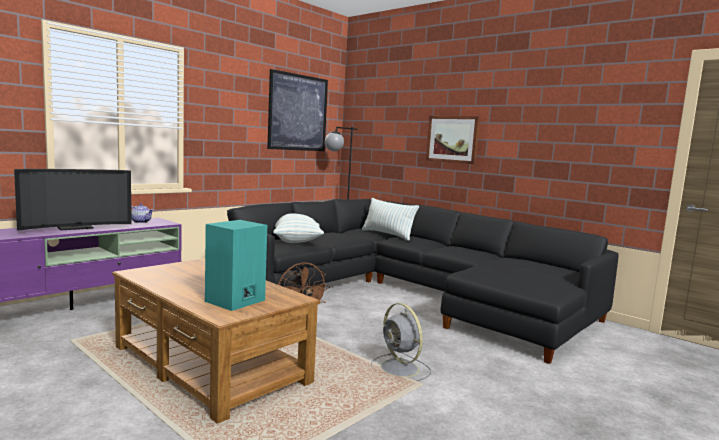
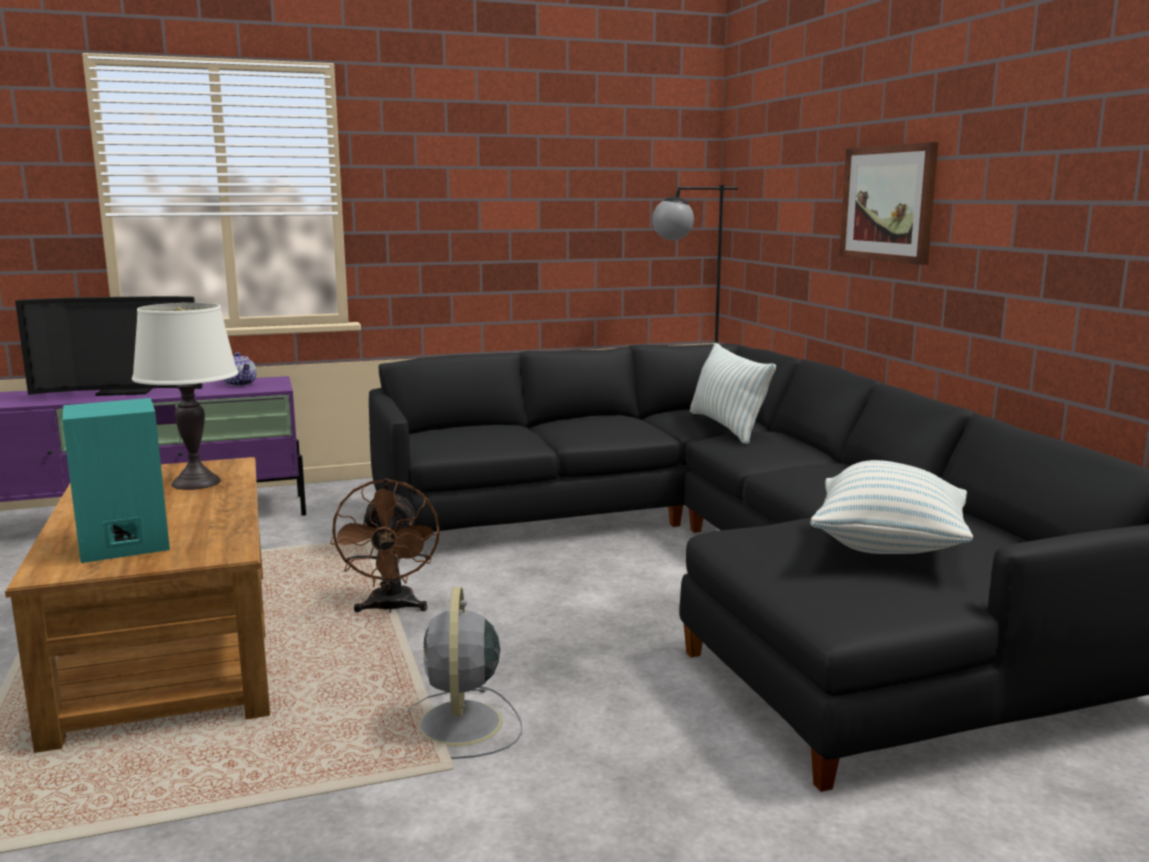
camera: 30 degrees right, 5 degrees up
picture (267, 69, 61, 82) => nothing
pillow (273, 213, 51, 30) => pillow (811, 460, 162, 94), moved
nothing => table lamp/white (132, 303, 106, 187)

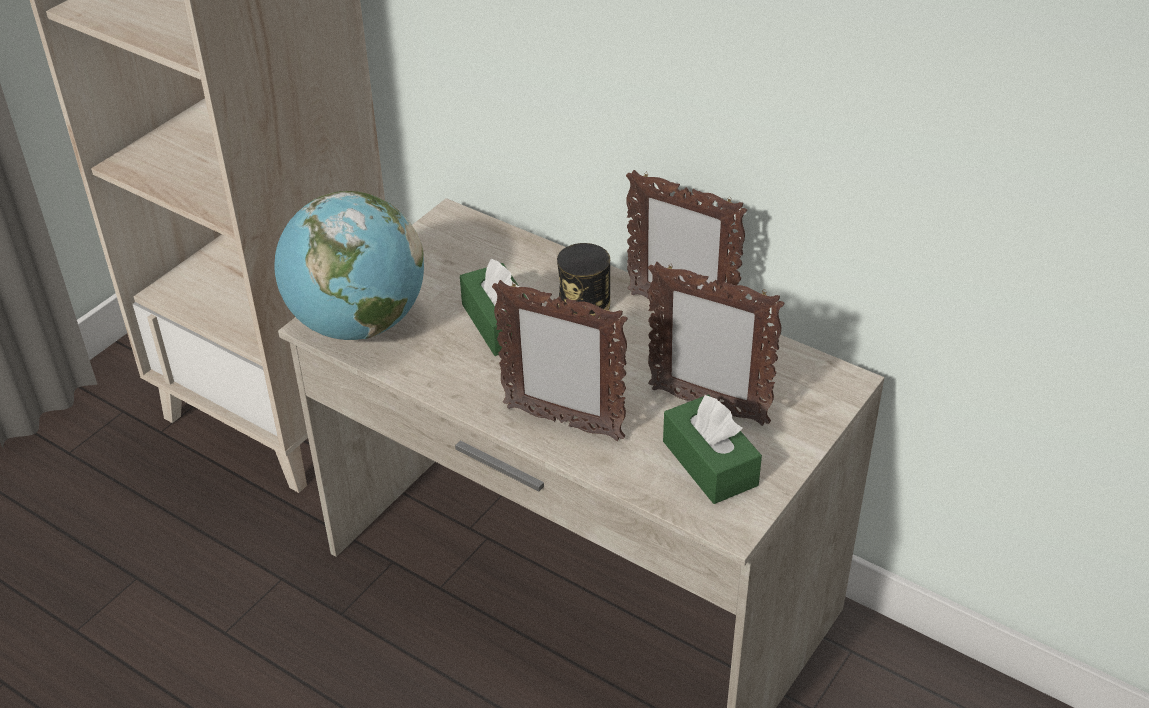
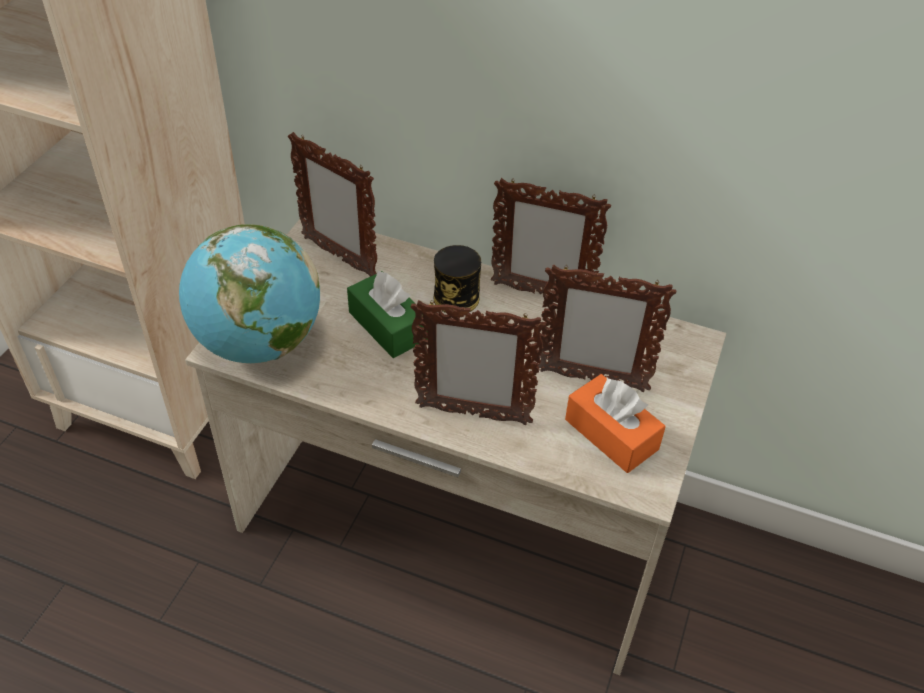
camera: 15 degrees left, 5 degrees up
tissue box/green (663, 395, 99, 109) => tissue box/orange (565, 374, 101, 99)
nothing => picture frame (288, 132, 89, 145)

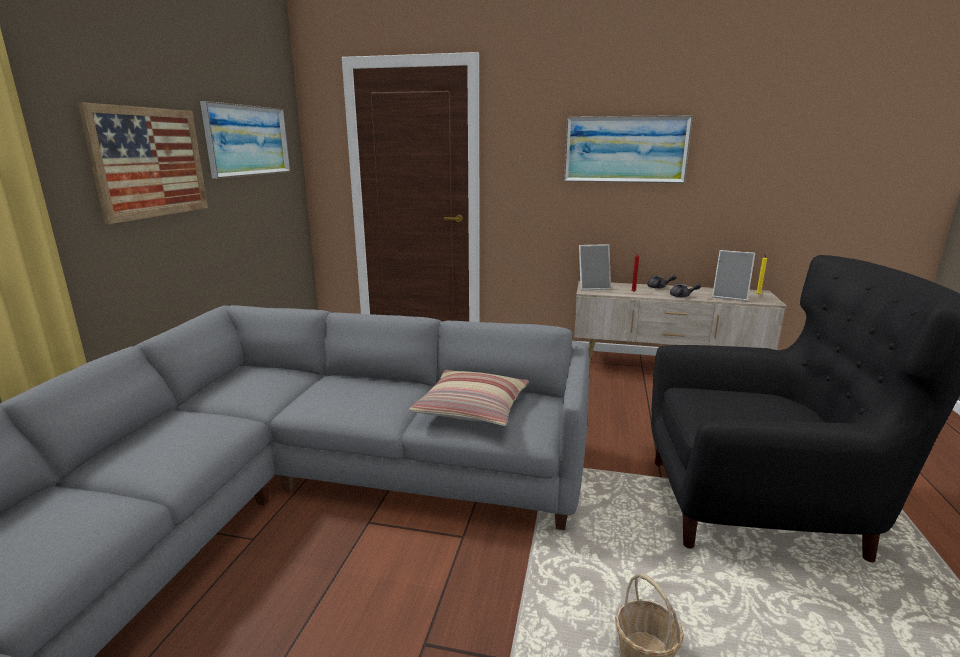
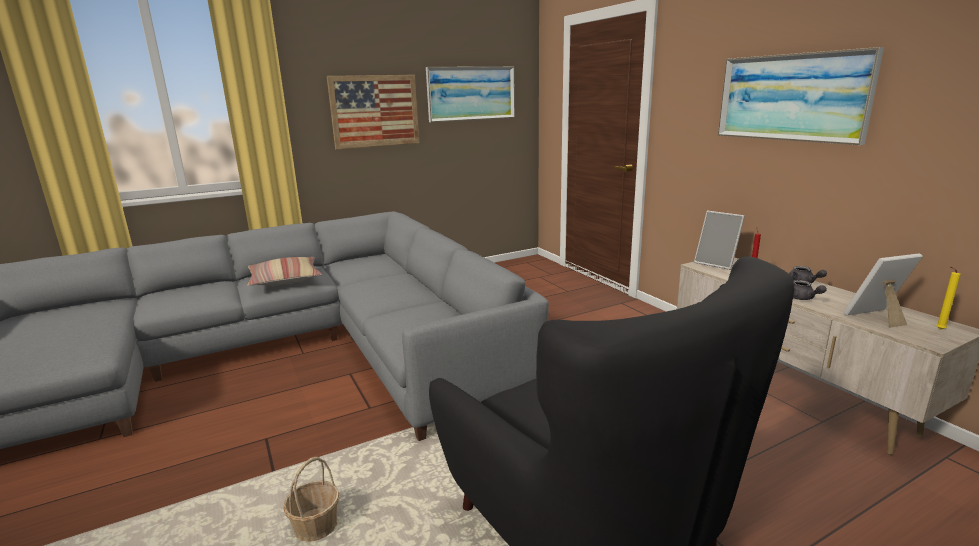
camera: 50 degrees right, 0 degrees up
picture frame (712, 250, 43, 51) => picture frame (843, 253, 80, 75), 90 degrees clockwise
pillow (409, 370, 120, 56) => pillow (248, 257, 74, 29), moved

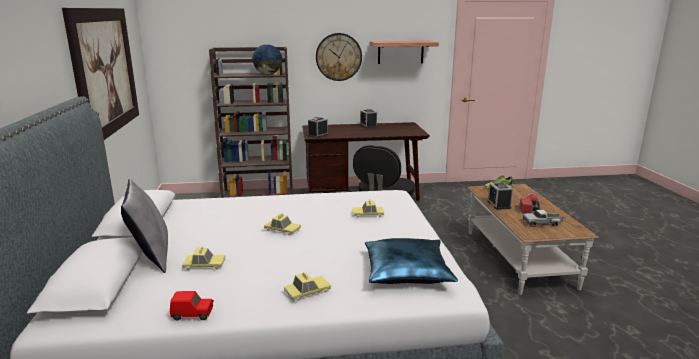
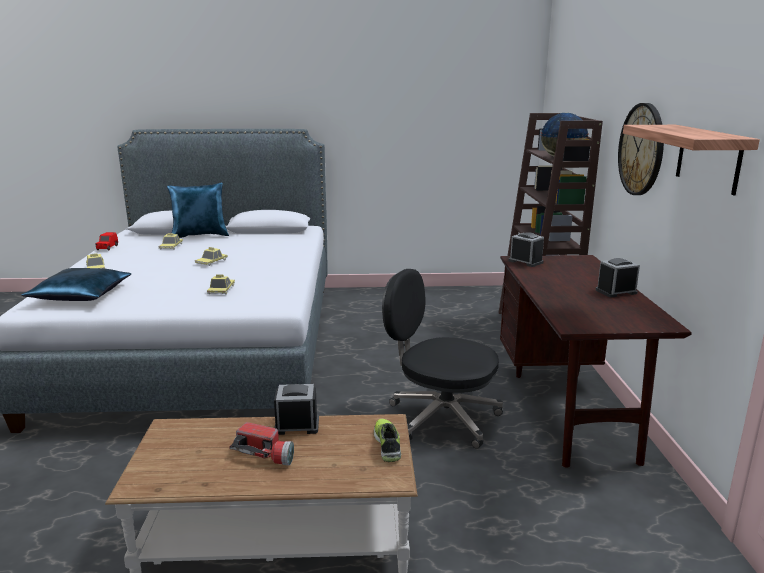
camera: 95 degrees right, 0 degrees up
picture (62, 8, 77, 132) => nothing
pillow/grey (121, 179, 47, 94) => pillow/blue (167, 182, 62, 56)
toy truck (523, 210, 40, 17) => nothing

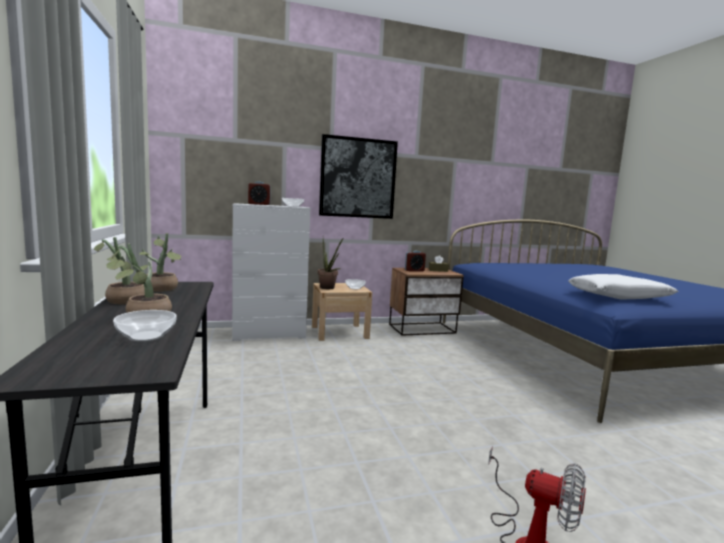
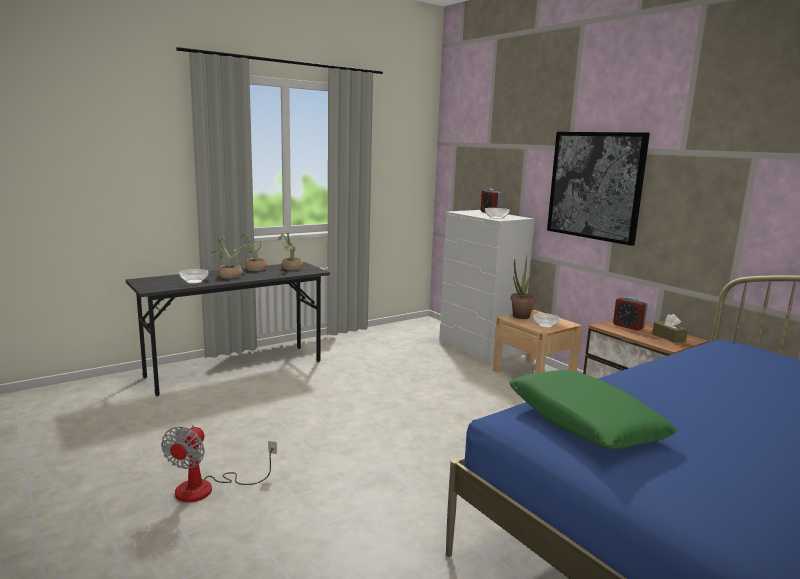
camera: 70 degrees right, 5 degrees up
pillow/white (568, 274, 111, 26) => pillow/green (509, 370, 168, 80)

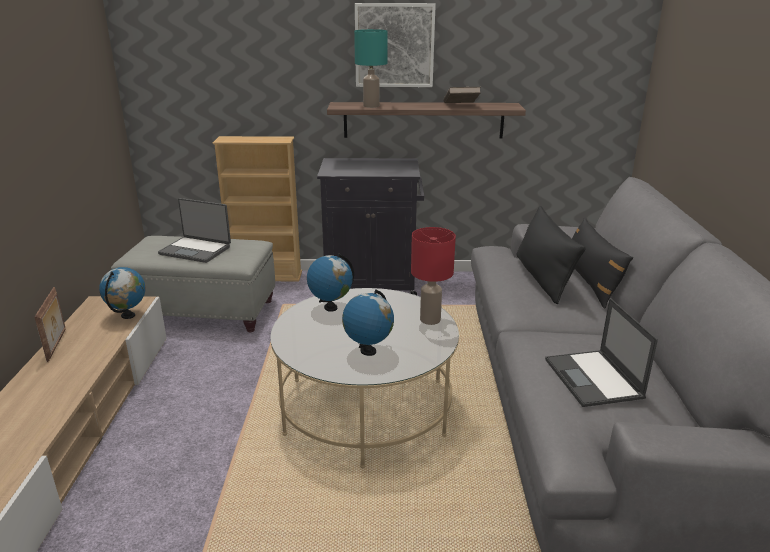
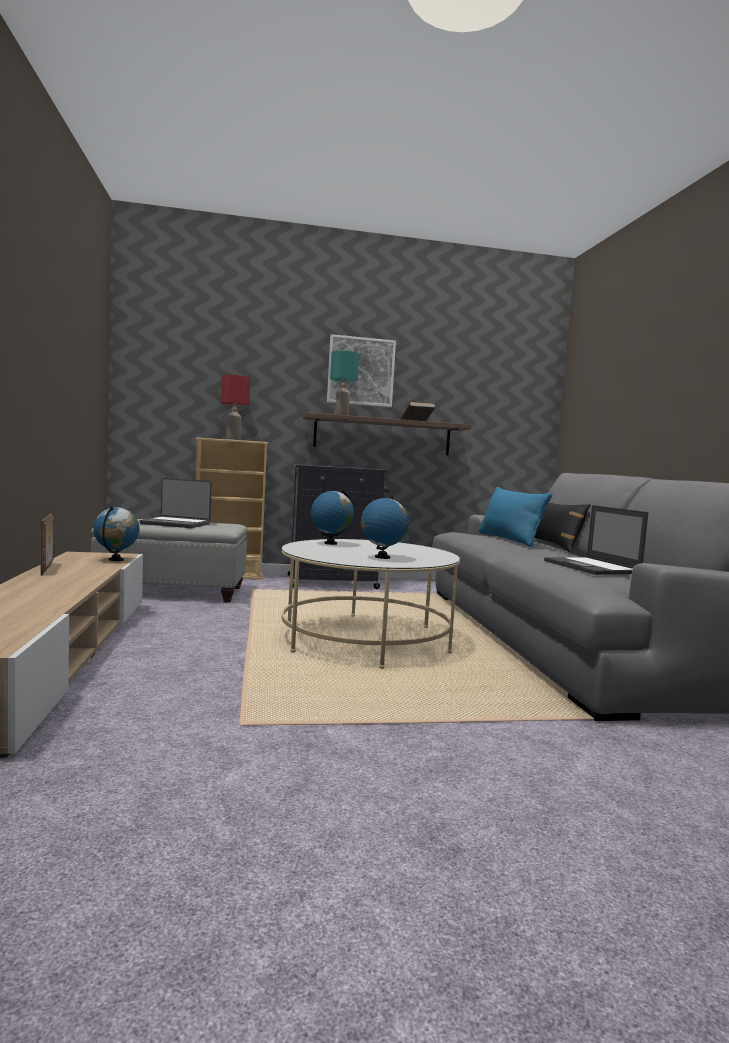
camera: 10 degrees left, 20 degrees down
pillow/black (516, 206, 70, 98) => pillow/blue (478, 487, 74, 60)
table lamp/red (411, 227, 45, 98) => table lamp/red (221, 375, 29, 65), moved

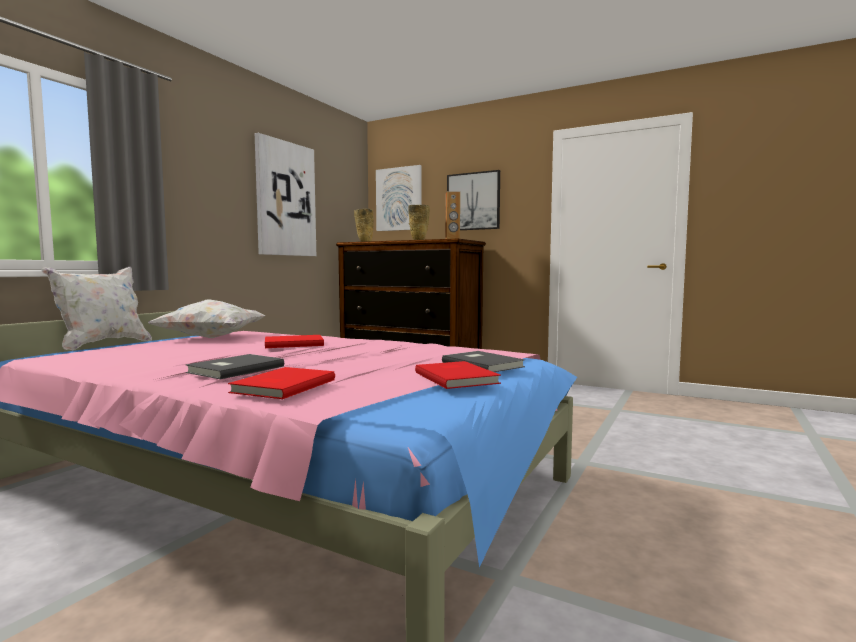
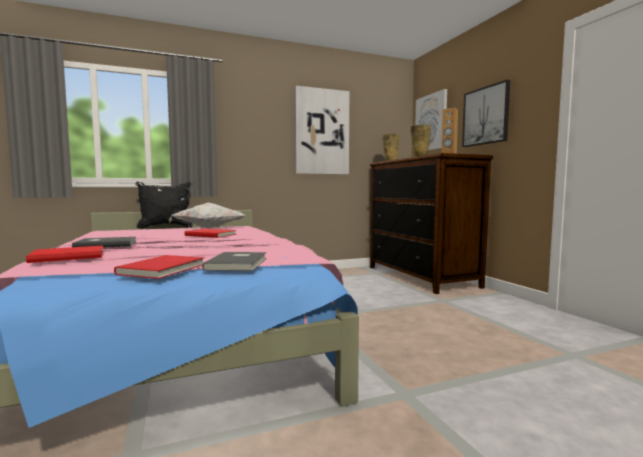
camera: 40 degrees right, 0 degrees up
pillow/white (41, 267, 111, 83) => pillow/black (135, 182, 58, 47)

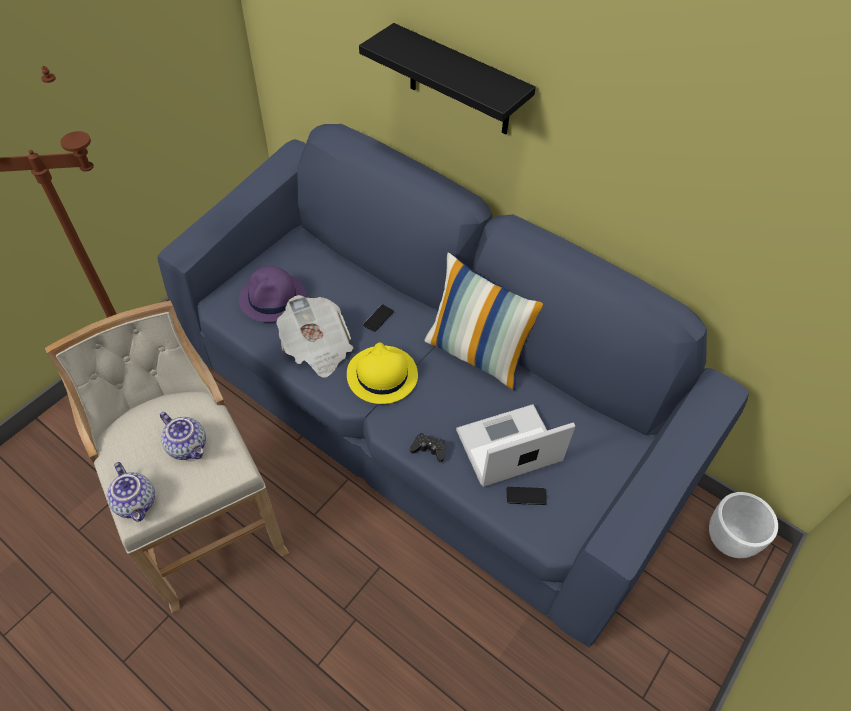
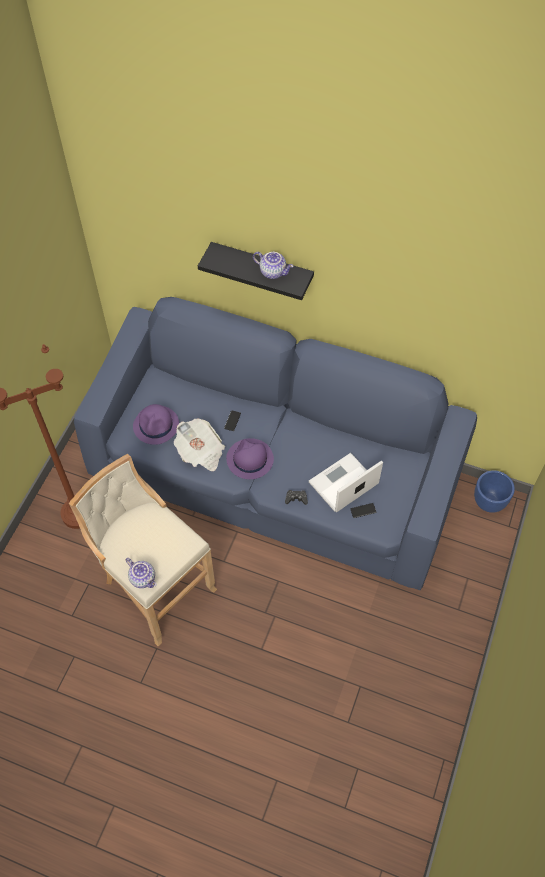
camera: 15 degrees left, 5 degrees up
pillow (424, 252, 119, 138) => nothing
hat/yellow (347, 342, 71, 62) => hat/purple (226, 438, 48, 41)
teapot (160, 412, 46, 48) => teapot (253, 252, 40, 27), moved
planter/white (709, 492, 69, 66) => planter/blue (474, 470, 41, 43)

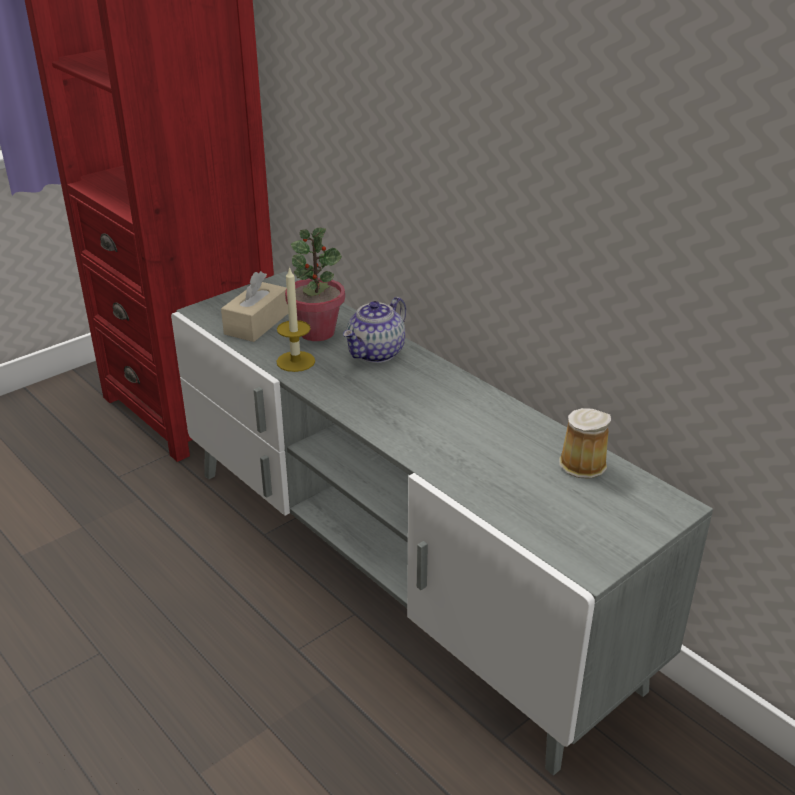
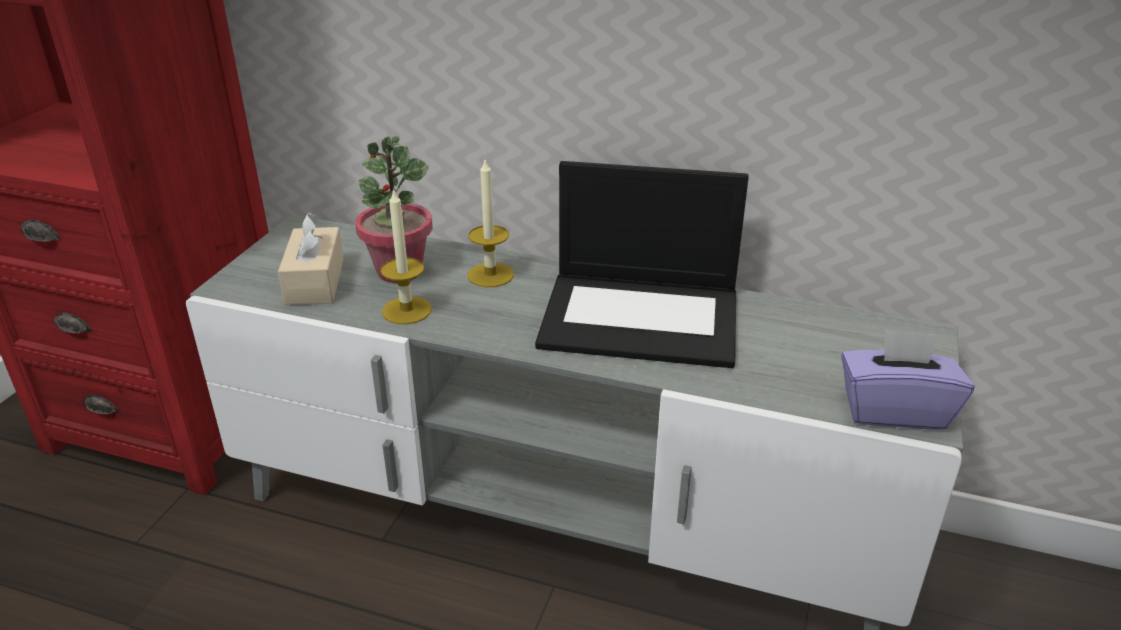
camera: 30 degrees left, 0 degrees up
teapot (343, 297, 63, 66) => candle (467, 160, 47, 127)
mug (559, 408, 52, 71) => nothing
nothing => laptop (535, 161, 214, 207)
nothing => tissue box/purple (841, 329, 134, 101)

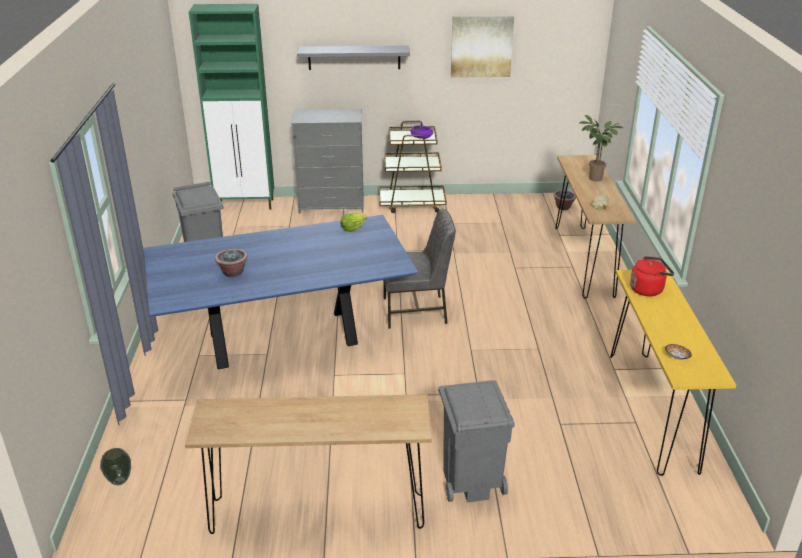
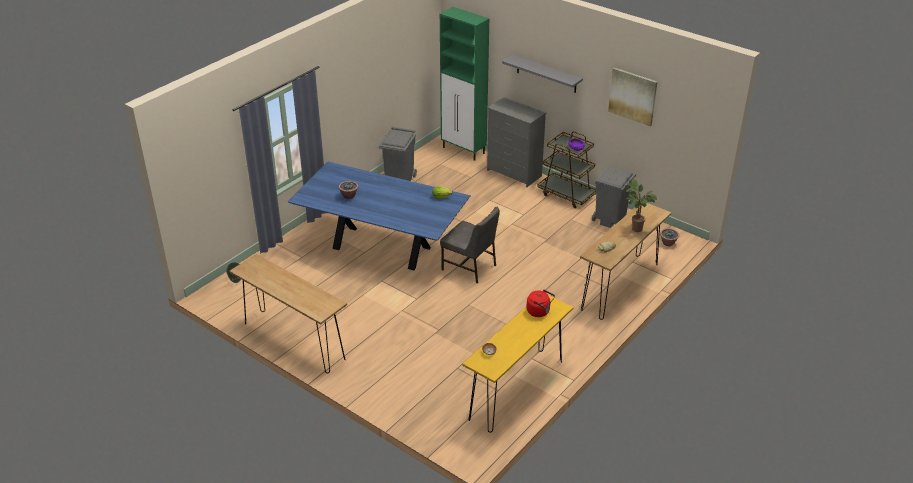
camera: 40 degrees right, 5 degrees up
trash can/grey (438, 380, 77, 123) => trash can/grey (592, 166, 44, 62), moved

